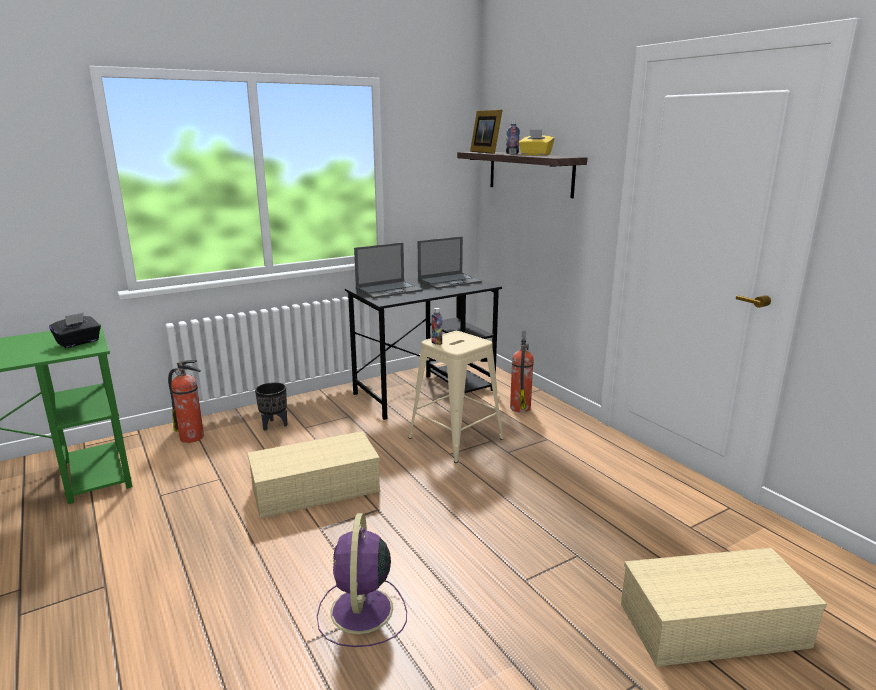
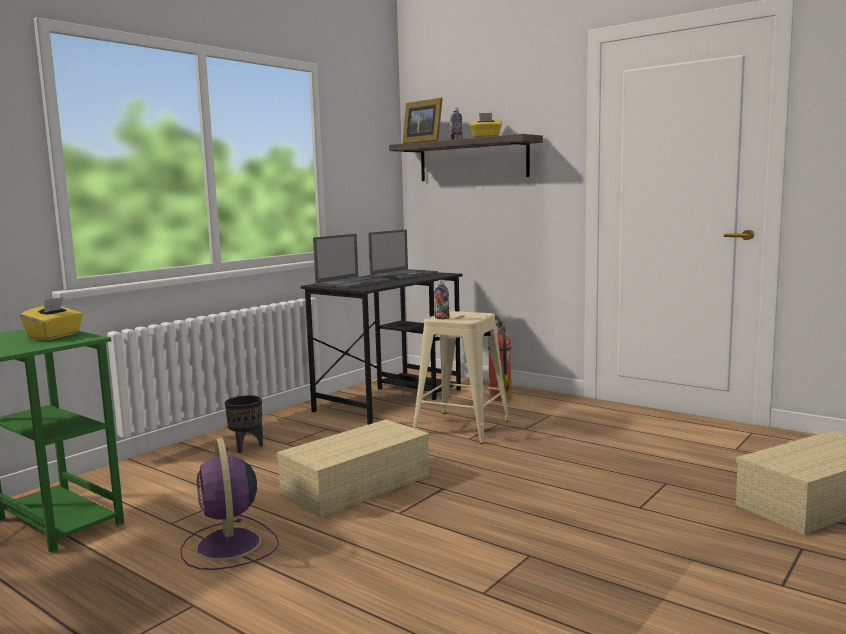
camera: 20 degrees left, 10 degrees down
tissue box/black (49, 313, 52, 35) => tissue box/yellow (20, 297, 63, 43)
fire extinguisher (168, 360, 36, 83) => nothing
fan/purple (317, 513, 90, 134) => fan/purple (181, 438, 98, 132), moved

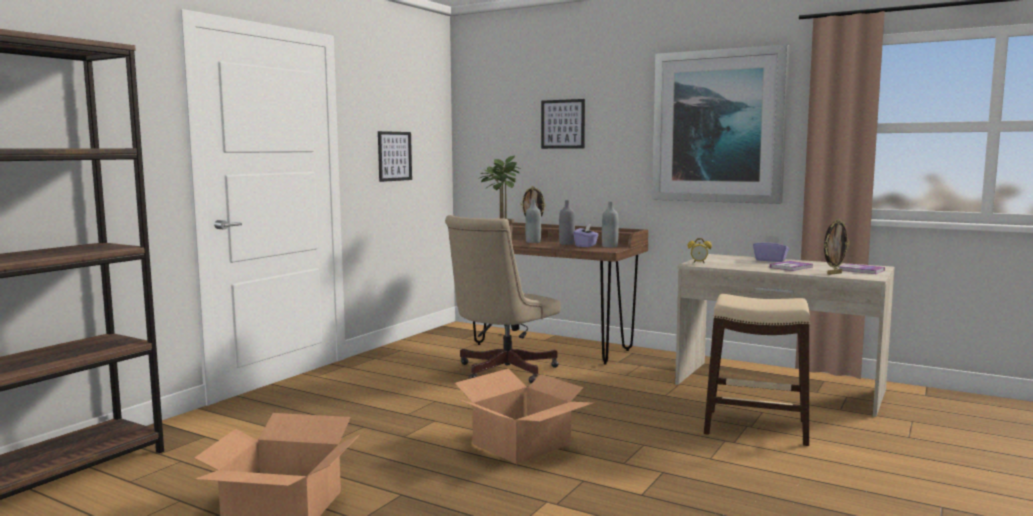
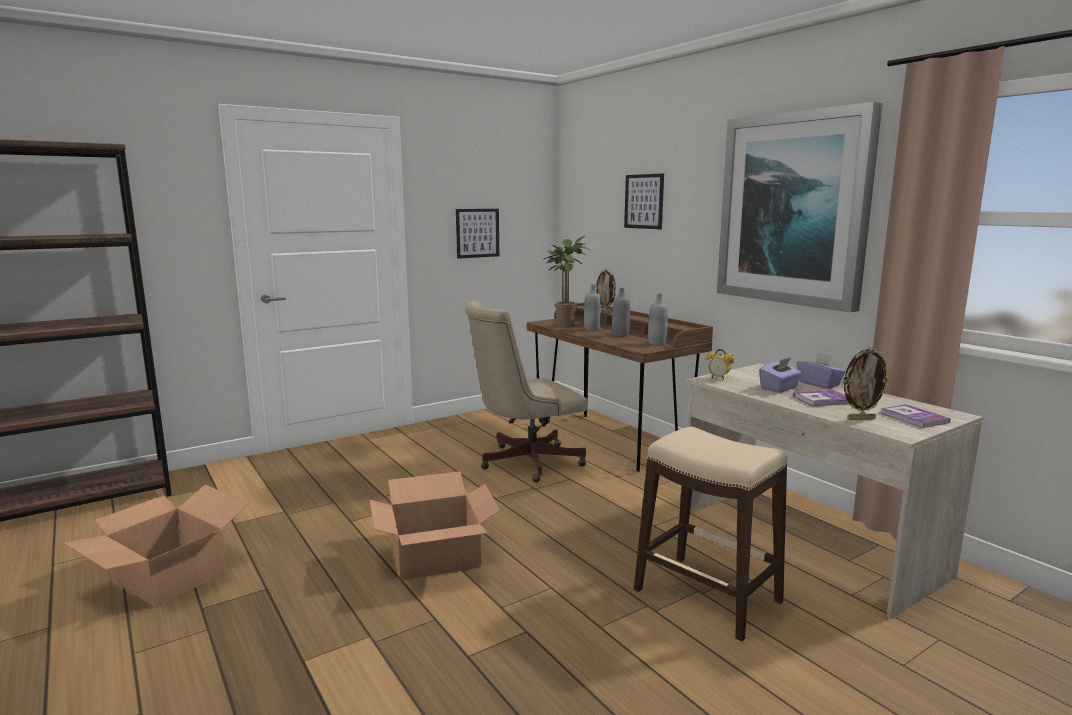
camera: 25 degrees right, 5 degrees up
tissue box/purple (574, 224, 25, 23) => tissue box/purple (759, 358, 43, 35), moved

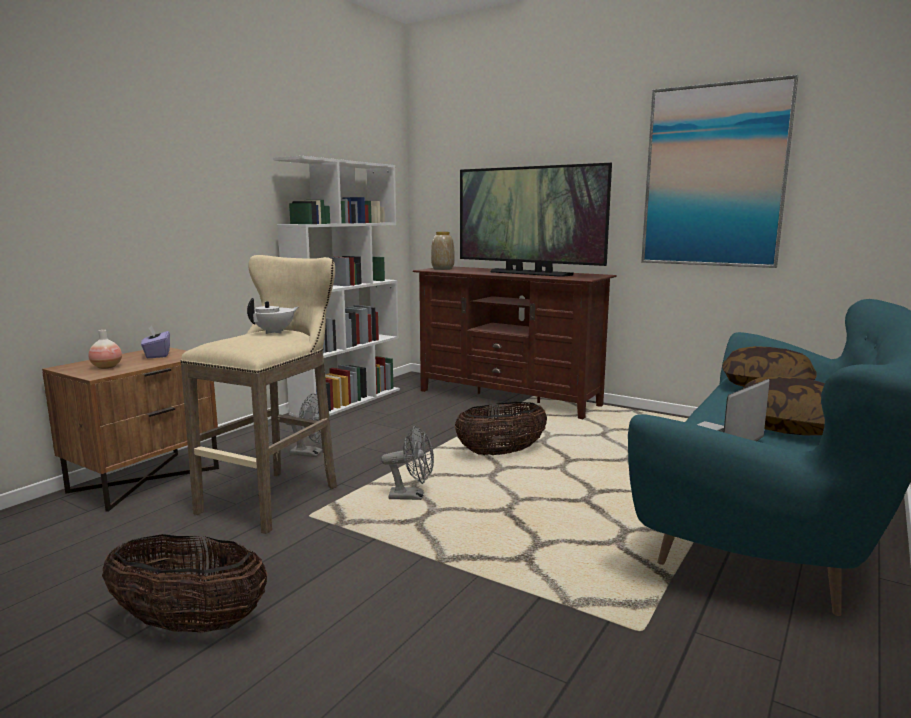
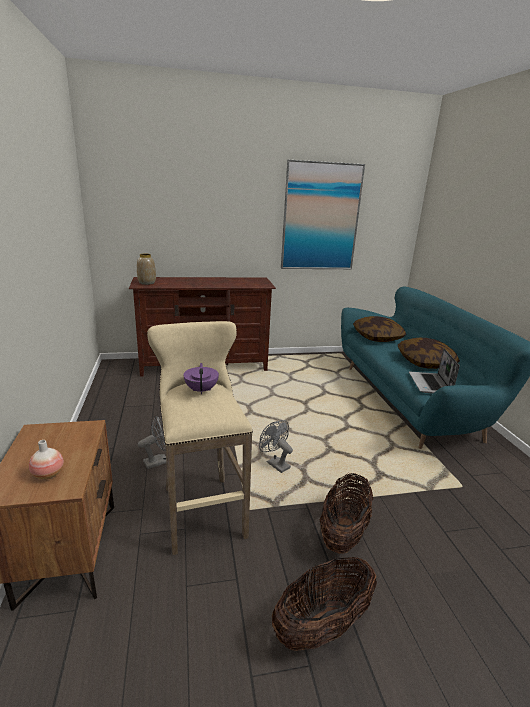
camera: 45 degrees left, 10 degrees up
bookcase/white (273, 156, 127, 260) => nothing
television (460, 163, 152, 114) => nothing
teapot/white (247, 298, 51, 36) => teapot/purple (184, 363, 35, 31)
tissue box/purple (141, 325, 29, 33) => nothing
basket (455, 402, 92, 53) => basket (320, 473, 53, 81), moved
fan/grey (381, 426, 53, 74) => fan/grey (259, 420, 34, 53), 90 degrees counterclockwise

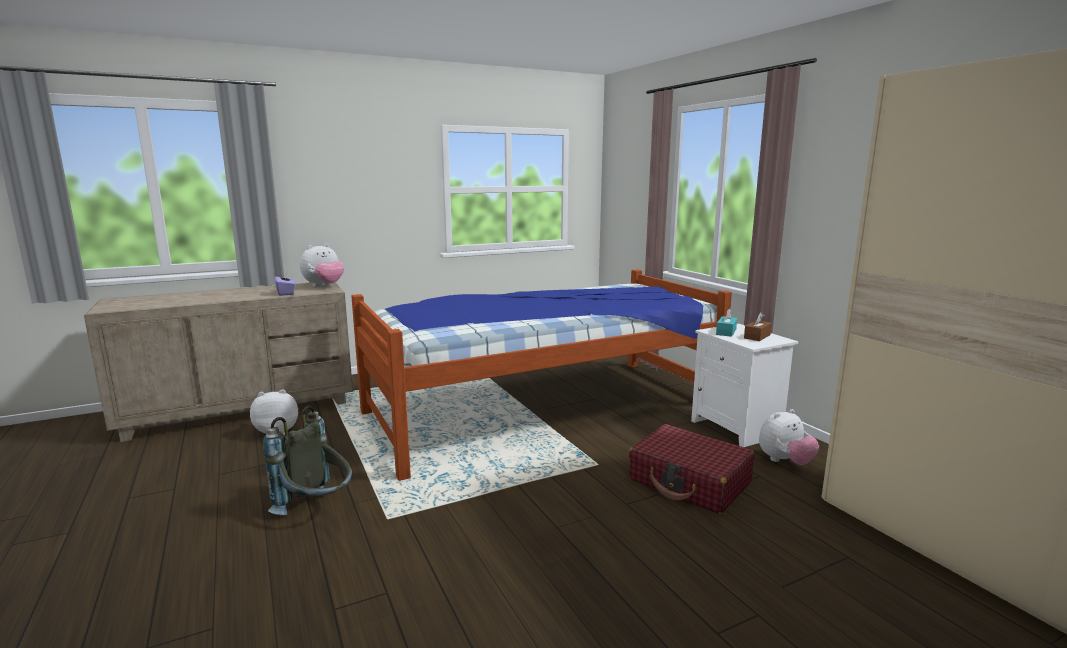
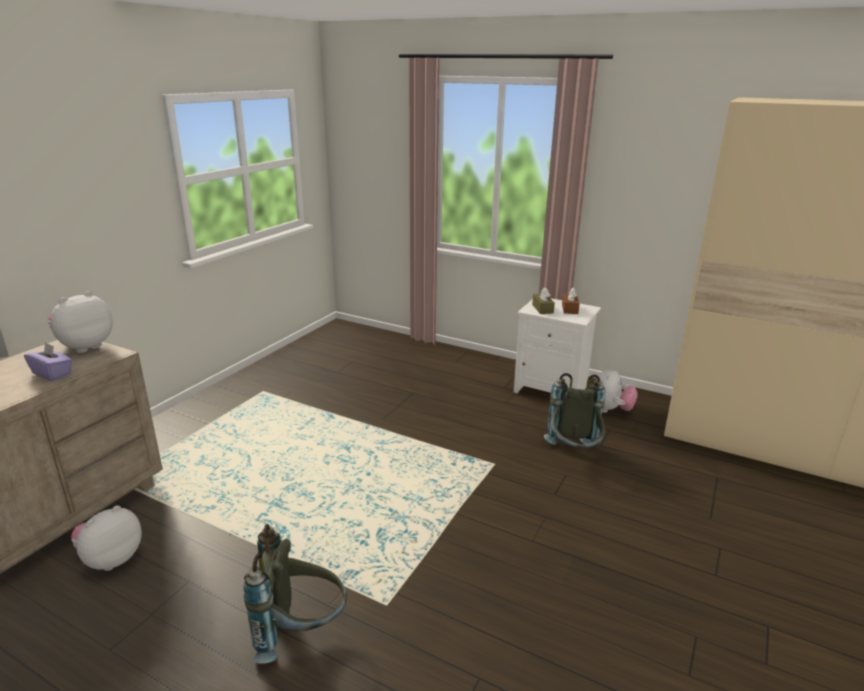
camera: 35 degrees left, 10 degrees up
plush toy (300, 244, 44, 43) => plush toy (47, 291, 66, 62), 150 degrees counterclockwise
bed (351, 269, 381, 212) => nothing
tissue box/turquoise (716, 308, 21, 29) => tissue box/brown (532, 288, 23, 26)
suitcase/red (629, 424, 125, 90) => backpack/grey (544, 373, 61, 75)

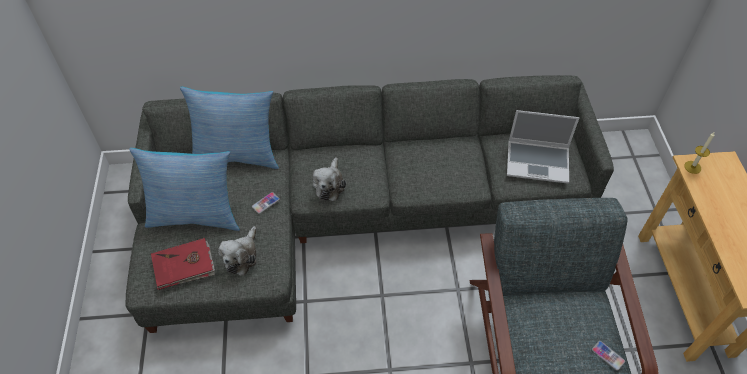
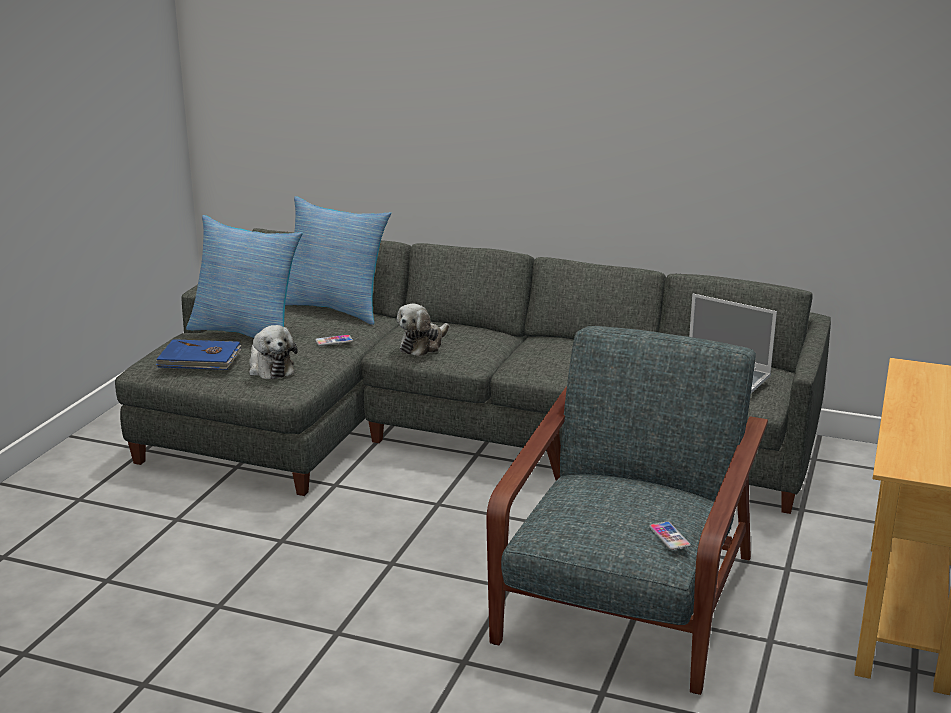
camera: 25 degrees right, 30 degrees down
candle (684, 133, 30, 41) => nothing
plush toy (218, 226, 39, 50) => plush toy (249, 325, 49, 55), 75 degrees counterclockwise
book/red (151, 238, 64, 52) => book/blue (156, 339, 85, 31)

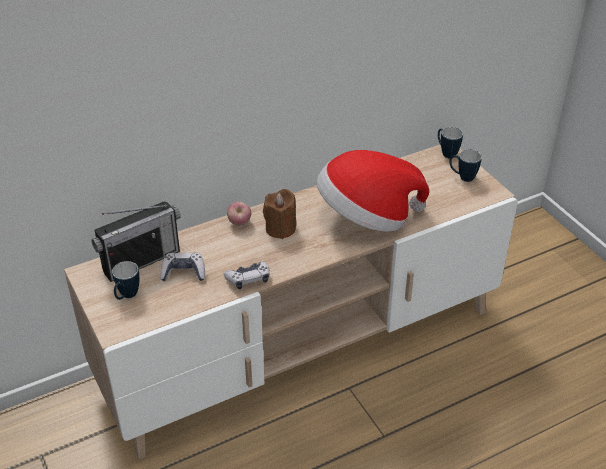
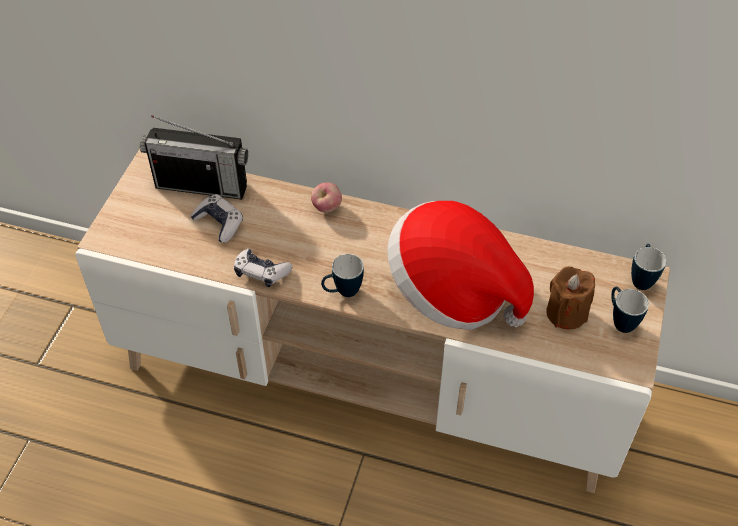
camera: 45 degrees right, 10 degrees up
candle/brown (263, 189, 34, 50) => candle/brown (546, 267, 49, 62), moved
mug (112, 261, 27, 39) => mug (321, 254, 43, 43), moved

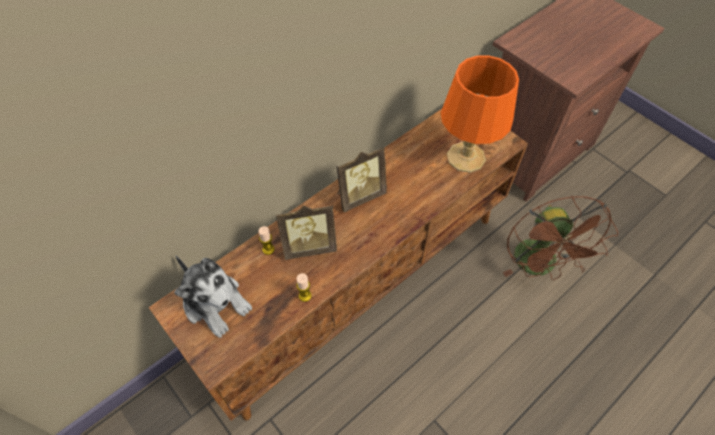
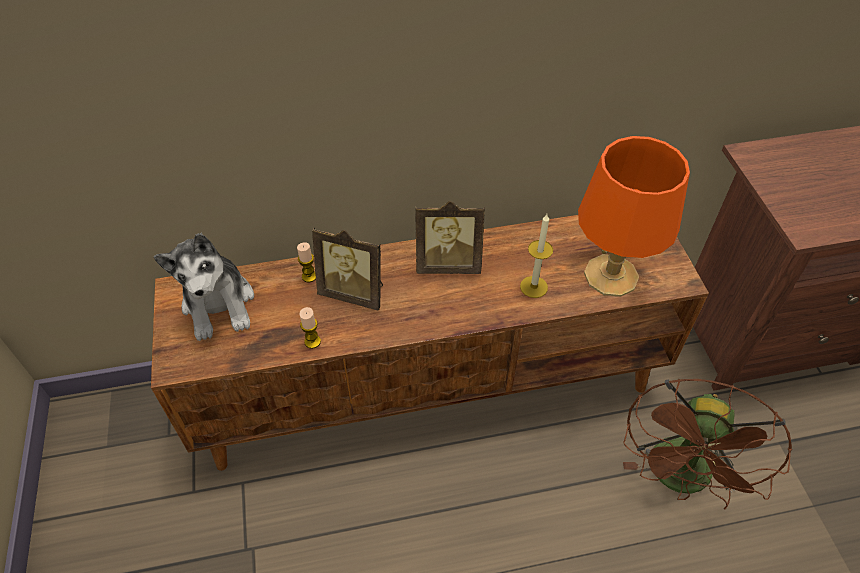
camera: 30 degrees right, 5 degrees down
nothing => candle (520, 214, 33, 84)

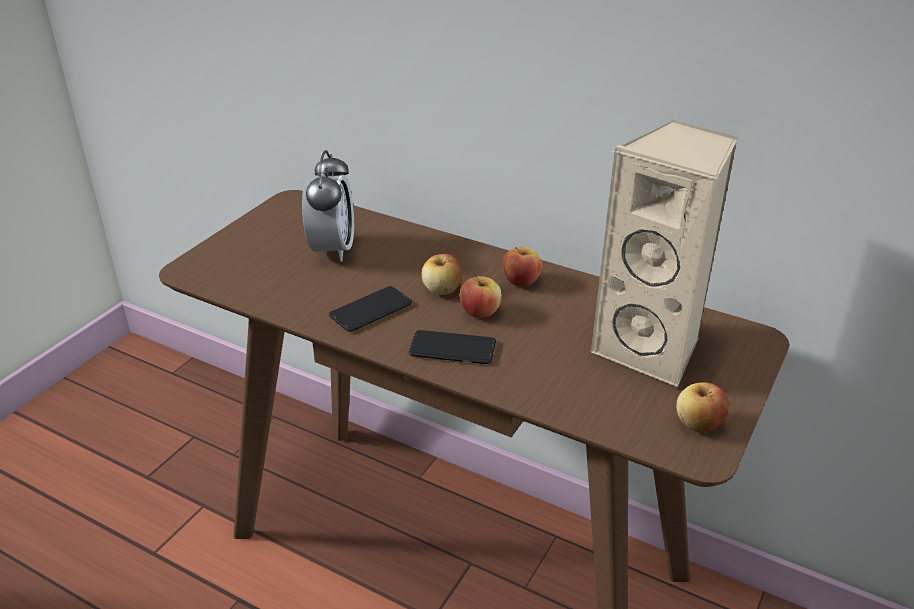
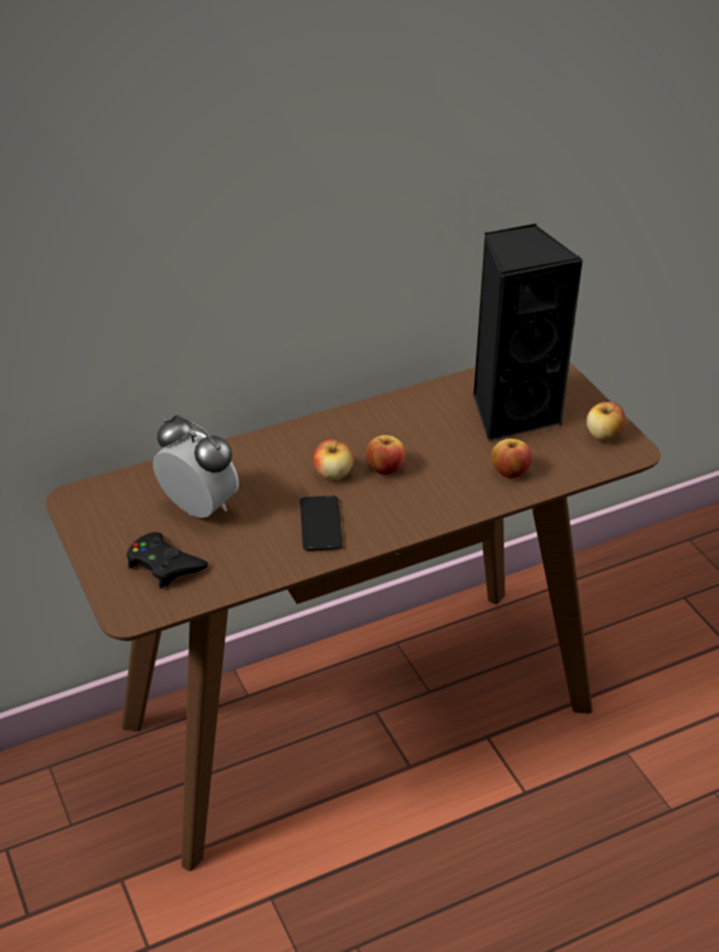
camera: 55 degrees left, 5 degrees up
speaker/beige (590, 120, 148, 267) => speaker/black (473, 223, 111, 218)
apple (502, 247, 40, 39) => apple (491, 439, 41, 39), moved
phone (408, 330, 88, 34) => nothing
nothing => game controller/black (127, 532, 81, 57)

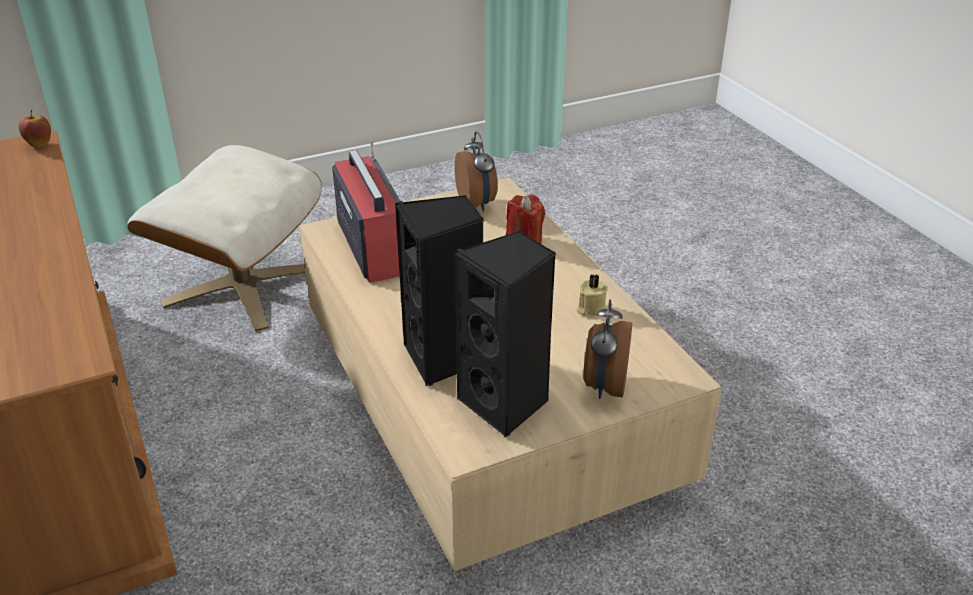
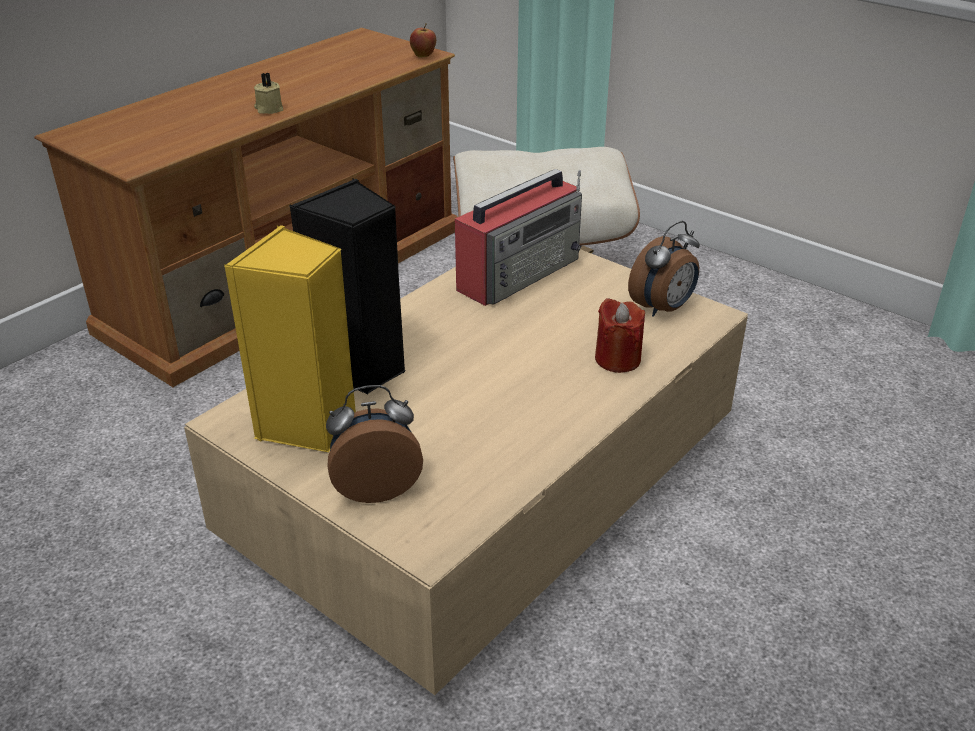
camera: 65 degrees right, 0 degrees up
speaker/black (454, 231, 102, 206) => speaker/yellow (224, 225, 132, 227)
candle/beige (576, 274, 32, 42) => candle/beige (254, 73, 29, 41), moved

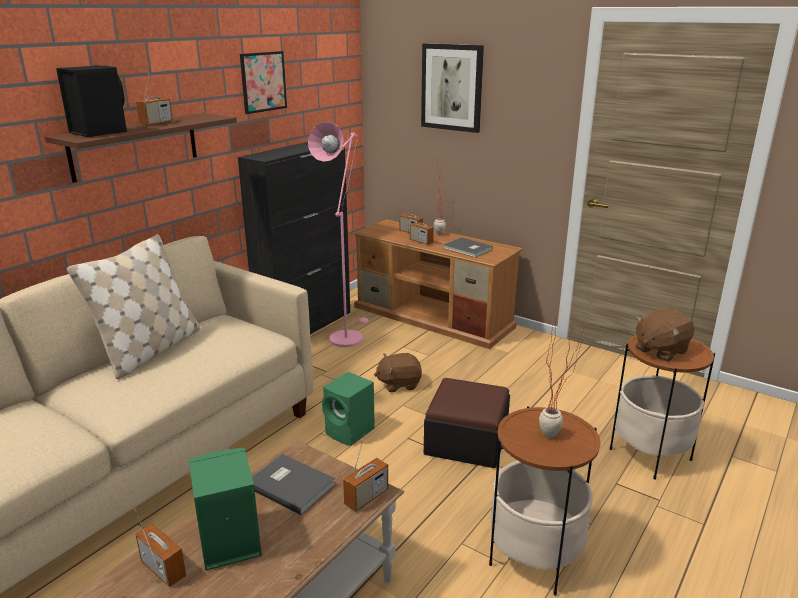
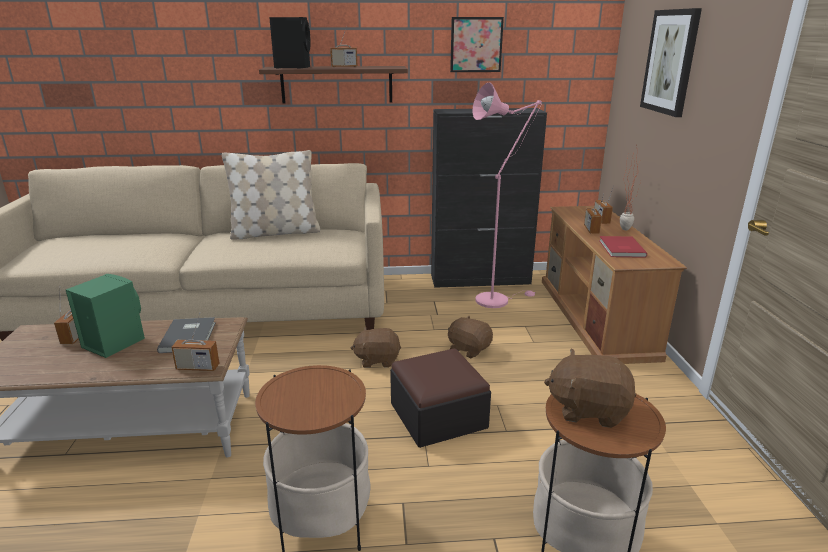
camera: 50 degrees right, 0 degrees up
book/grey (443, 238, 50, 19) => book/red (599, 236, 48, 22)
potted plant (539, 304, 48, 134) => nothing
speaker/green (322, 372, 53, 74) => plush toy/brown (351, 327, 50, 41)

